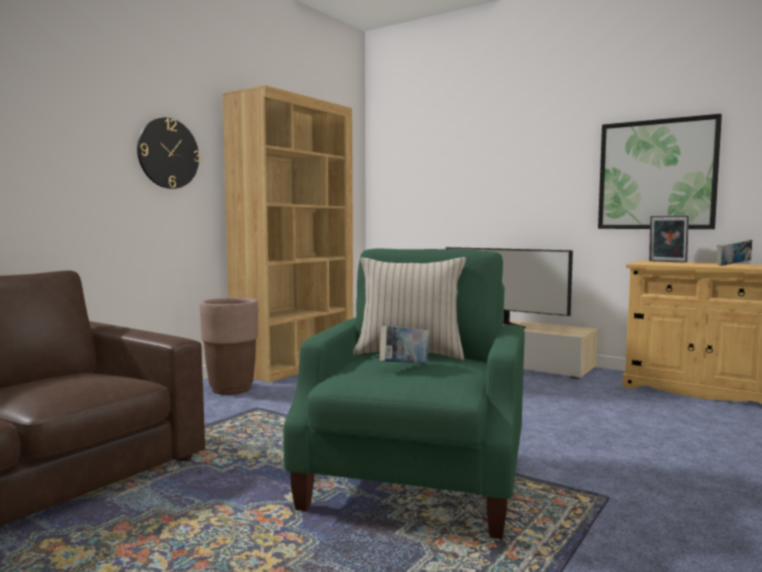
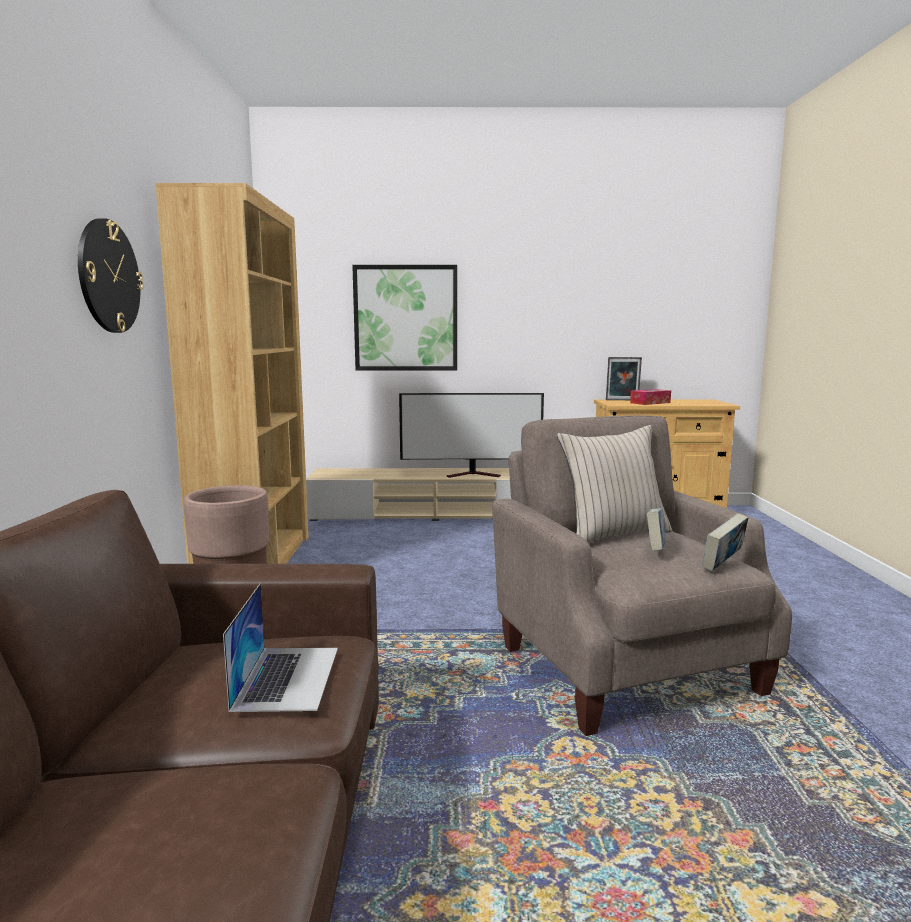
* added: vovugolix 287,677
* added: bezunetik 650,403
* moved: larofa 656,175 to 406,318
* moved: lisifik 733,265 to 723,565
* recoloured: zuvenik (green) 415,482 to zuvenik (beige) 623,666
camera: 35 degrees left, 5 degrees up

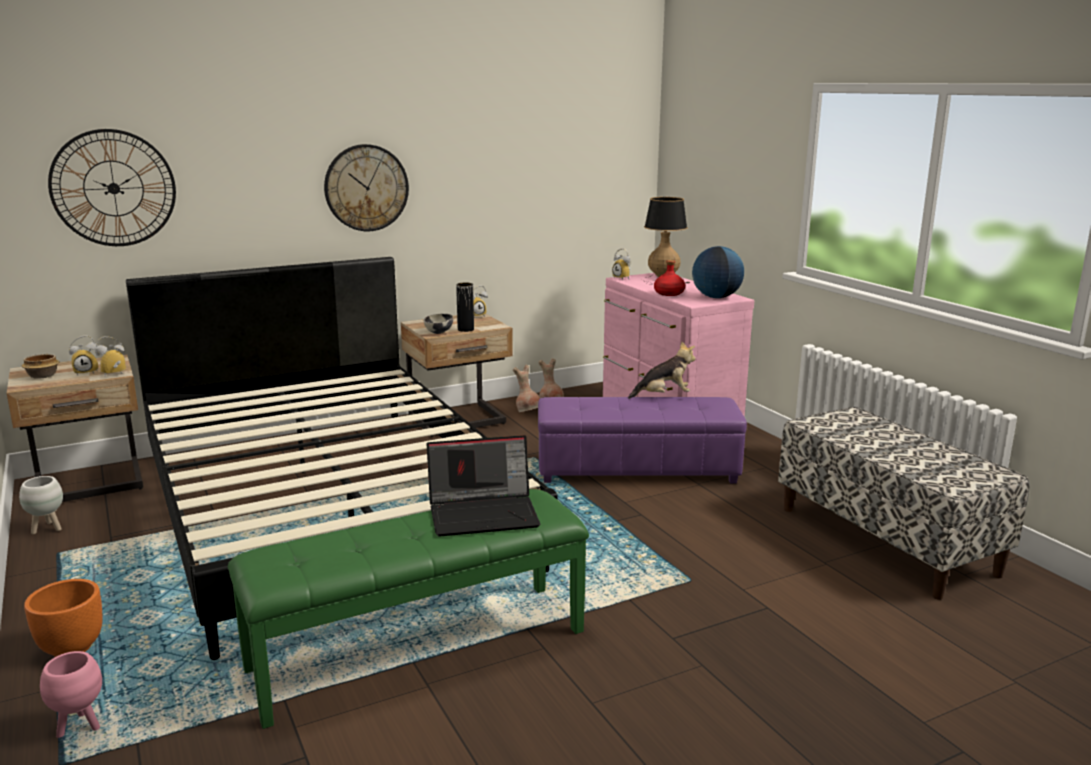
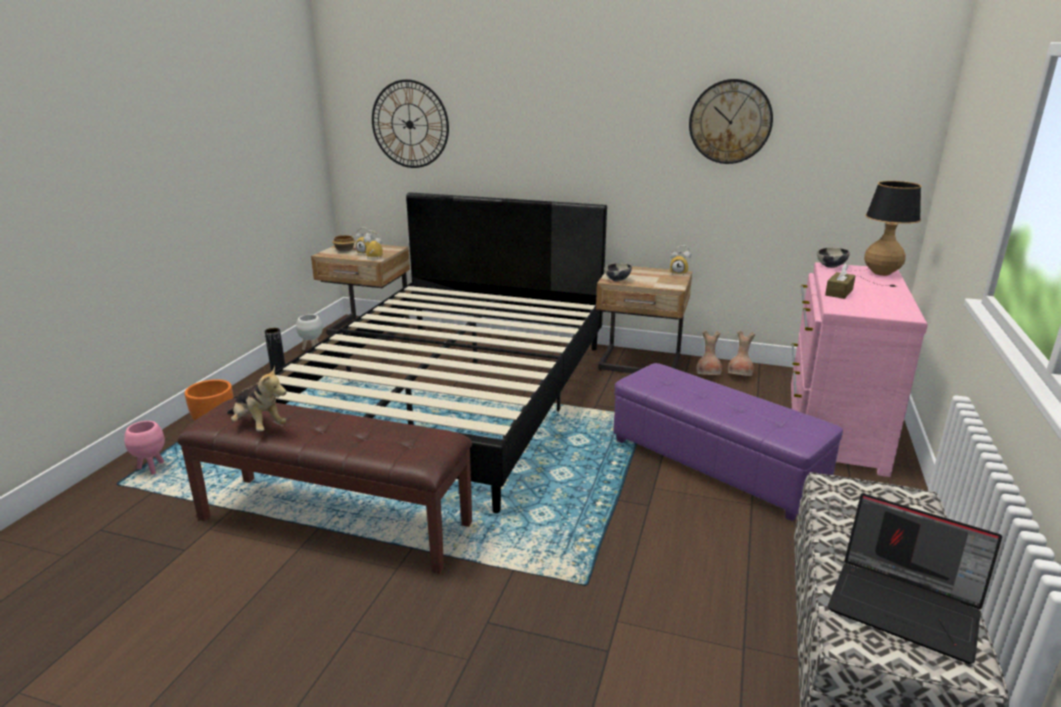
* removed: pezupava 716,297
* moved: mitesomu 366,188 to 730,122
* moved: vovugolix 484,513 to 907,605
* moved: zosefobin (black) 465,329 to 278,368
* moved: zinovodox 663,396 to 258,426
* replaced: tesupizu 623,278 to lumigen 831,266
* replaced: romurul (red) 668,293 to bezunetik (brown) 839,292
* recoloured: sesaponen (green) 419,648 to sesaponen (brown) 336,520
camera: 45 degrees right, 5 degrees up

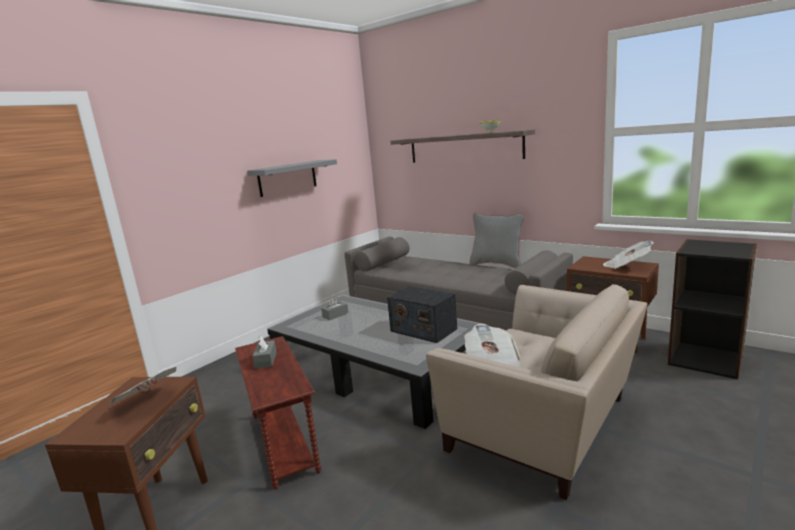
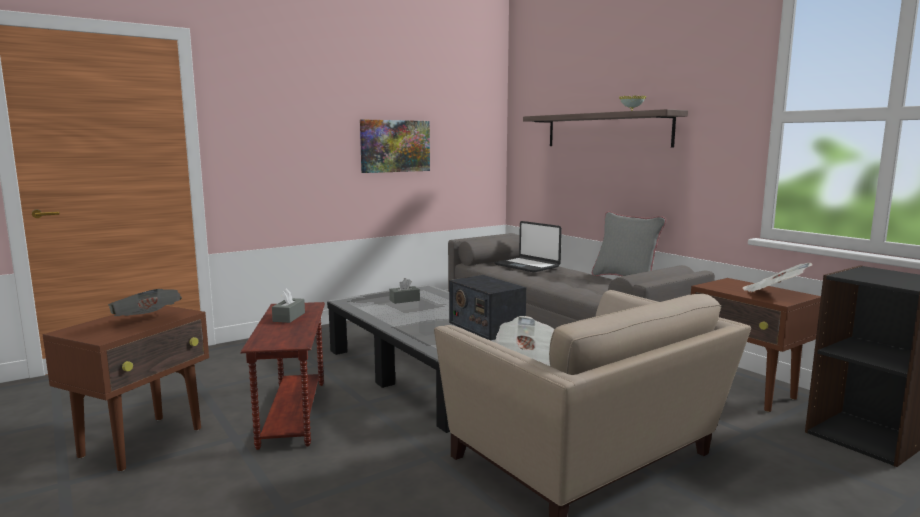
* added: vovugolix 527,266
* replaced: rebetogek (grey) 287,178 to larofa 395,146
camera: 15 degrees right, 5 degrees down

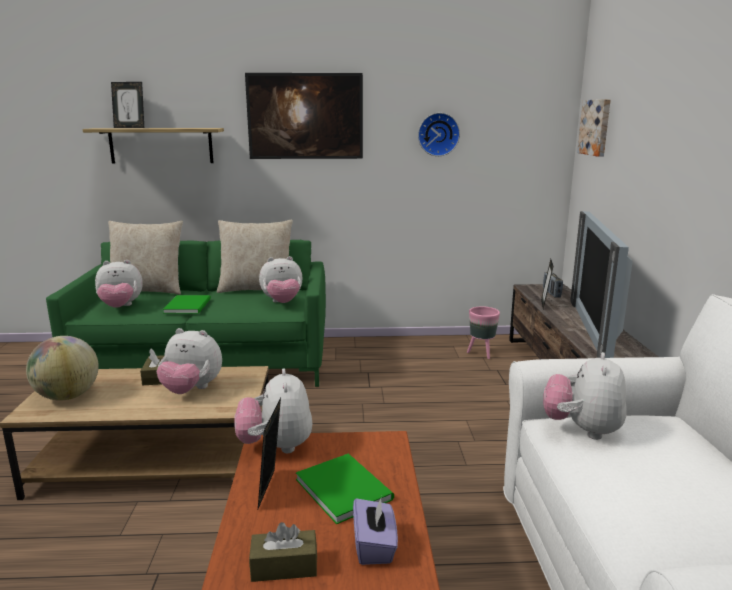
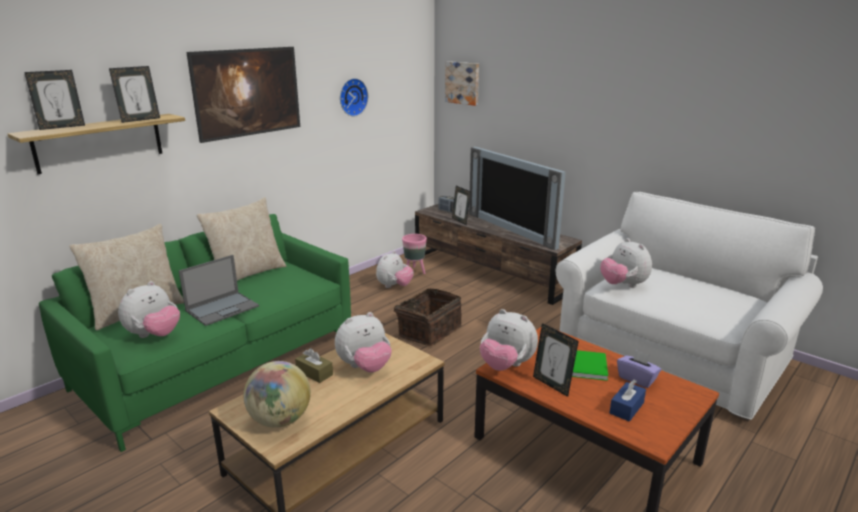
* added: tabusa 140,120
* added: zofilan 428,331
* moved: zinovodox 282,303 to 394,286
* replaced: lisifik (green) 189,305 to vovugolix 223,308
* recoloured: bezunetik (brown) 284,566 to bezunetik (blue) 626,408
camera: 45 degrees left, 5 degrees up

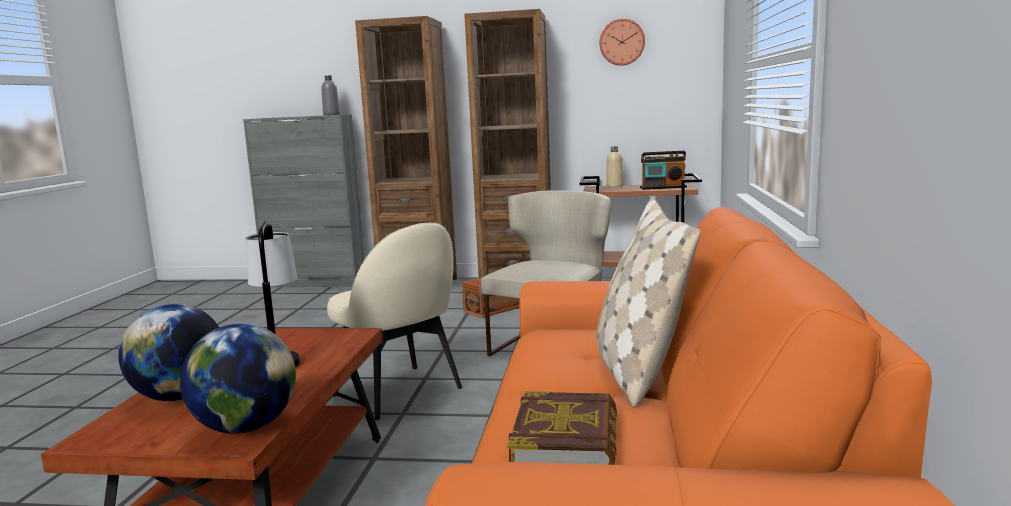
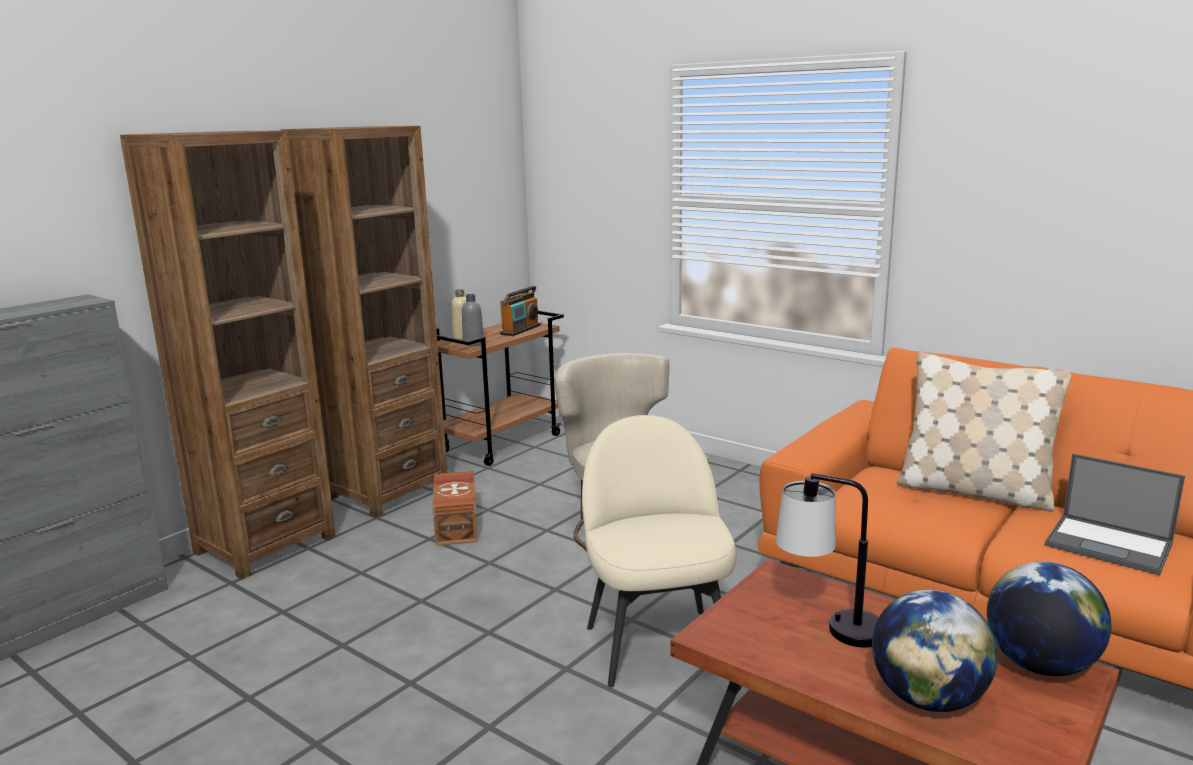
* removed: mitesomu 622,42
* moved: romurul (grey) 331,115 to 473,343
* replaced: lisifik 566,442 to vovugolix 1110,545
* turned: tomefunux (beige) 400,393 = 657,644 90 degrees counterclockwise
camera: 60 degrees left, 5 degrees up

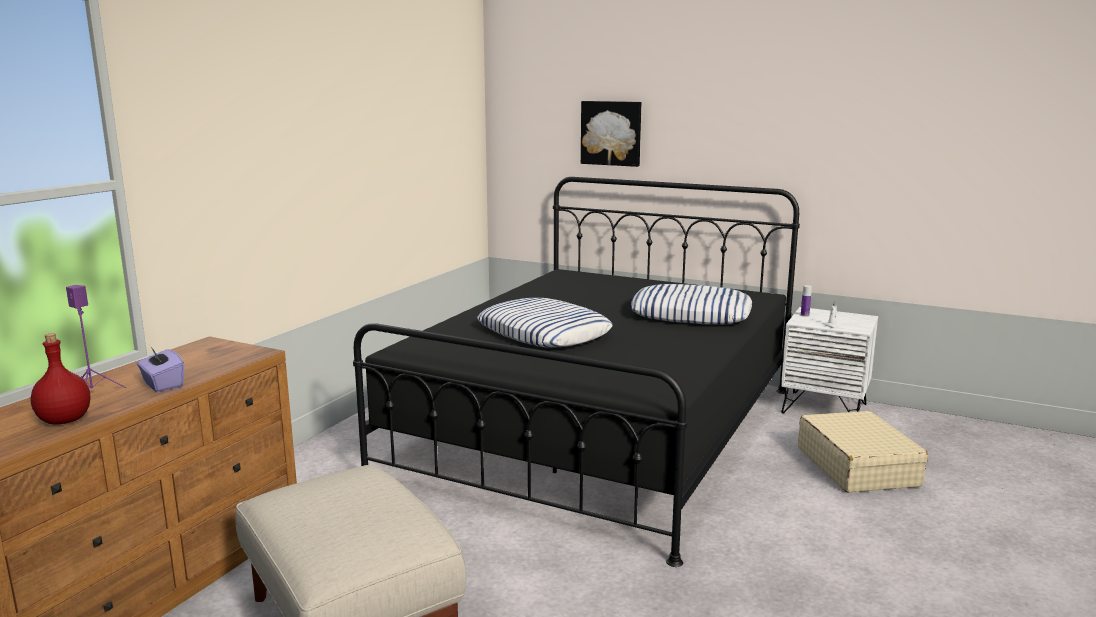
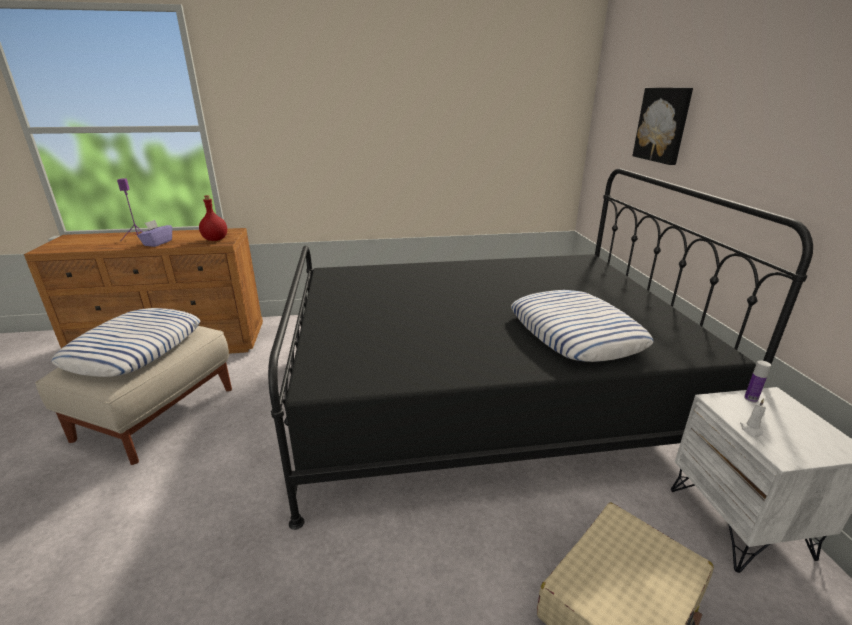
* moved: romurul (red) 65,420 to 216,239
* moved: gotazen 544,333 to 135,349
camera: 55 degrees right, 10 degrees up

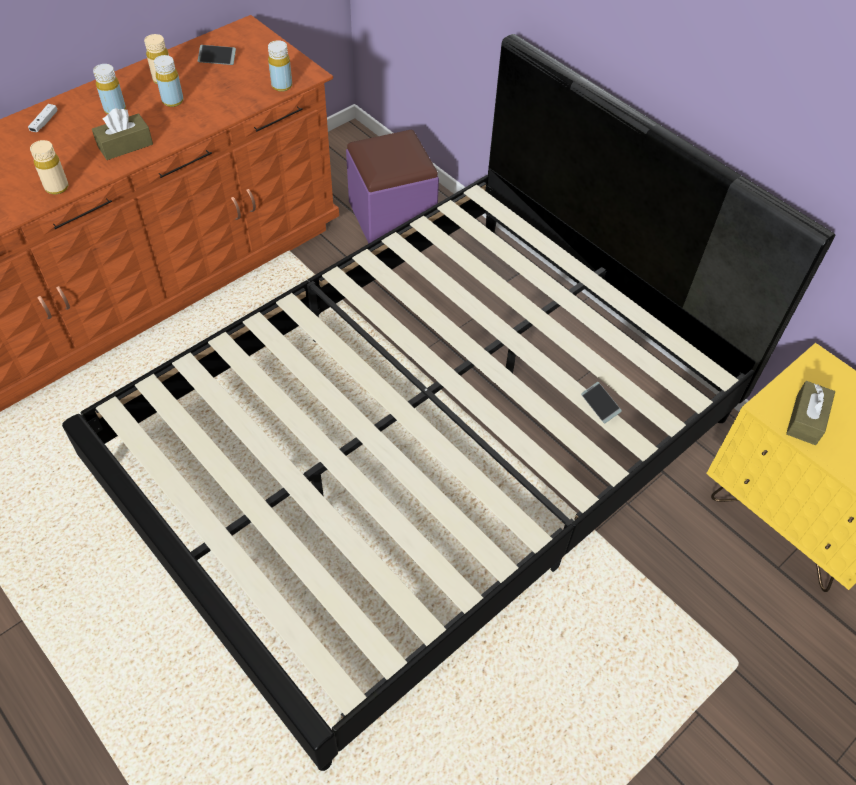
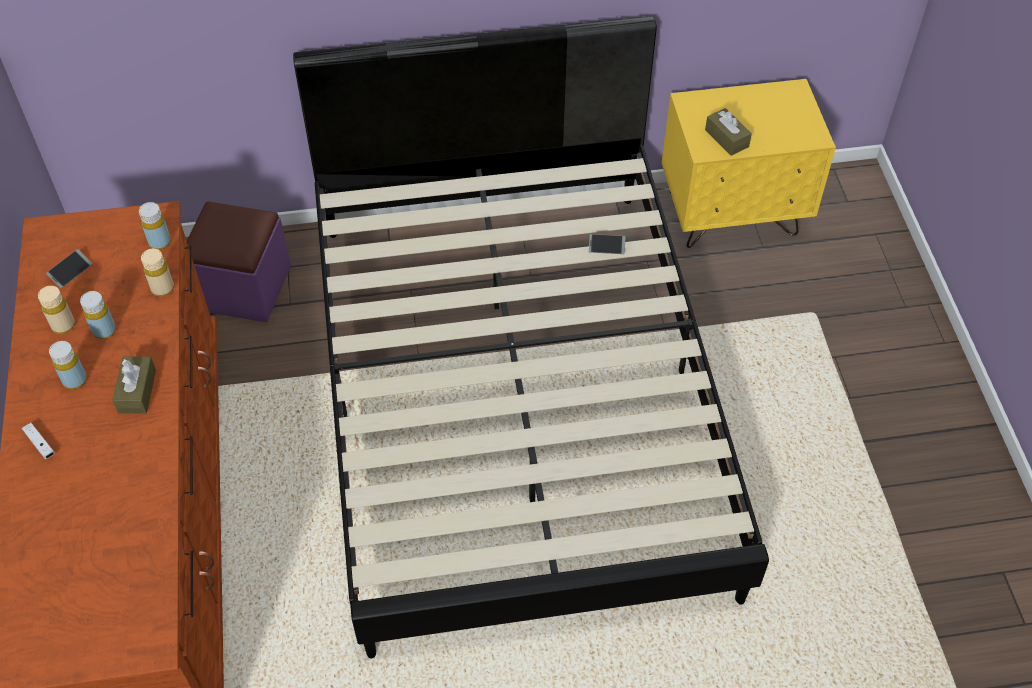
* moved: romurul (beige) 57,187 to 162,288
camera: 55 degrees left, 0 degrees up

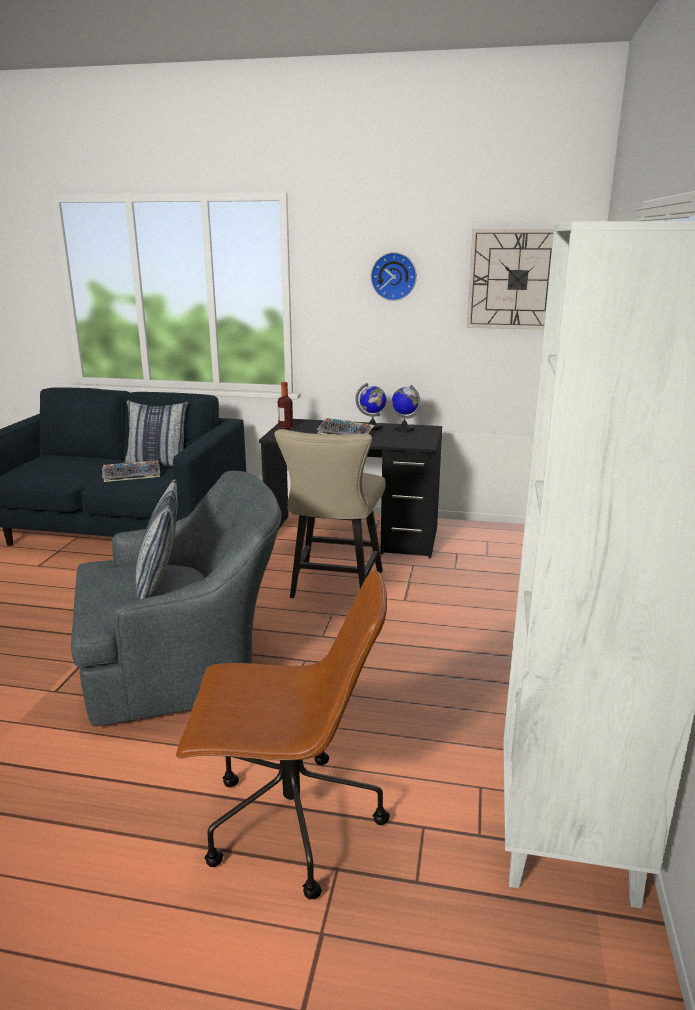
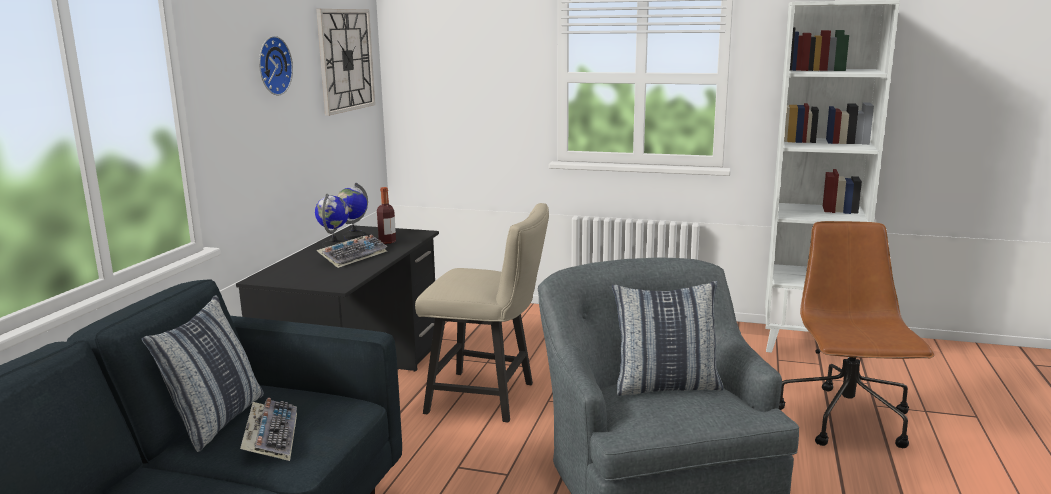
* moved: romurul 285,427 to 387,242
camera: 85 degrees left, 5 degrees down

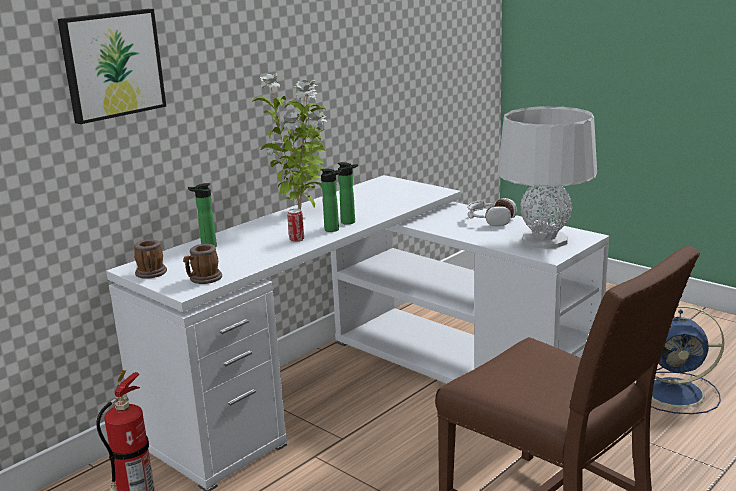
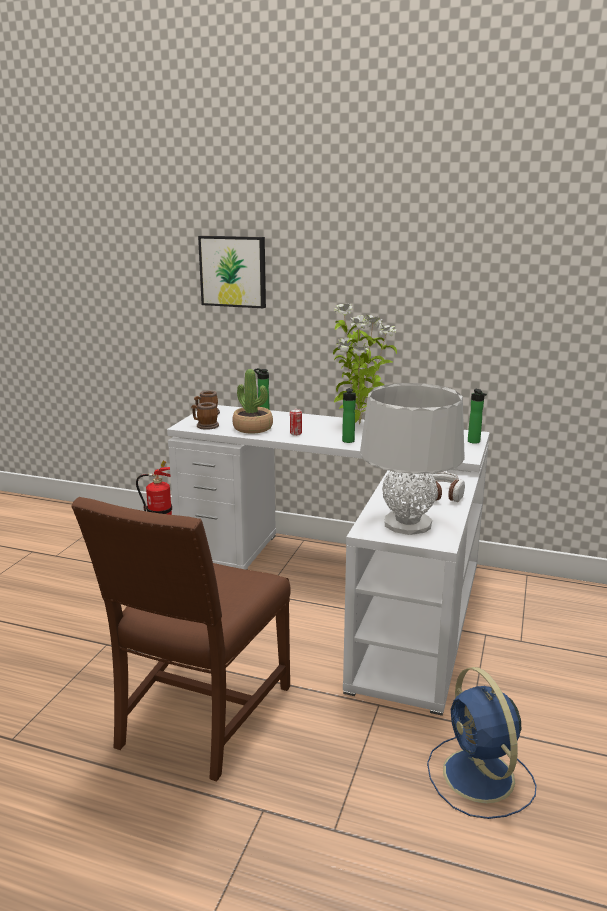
* added: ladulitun 253,428
* moved: romurul 334,229 to 474,442
camera: 65 degrees right, 0 degrees up

